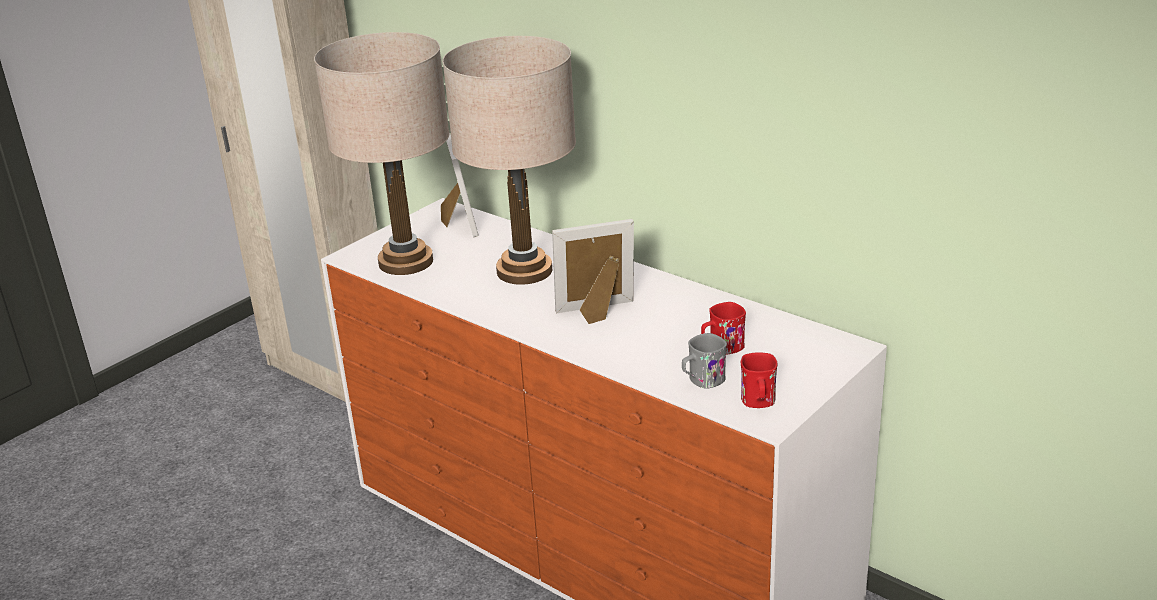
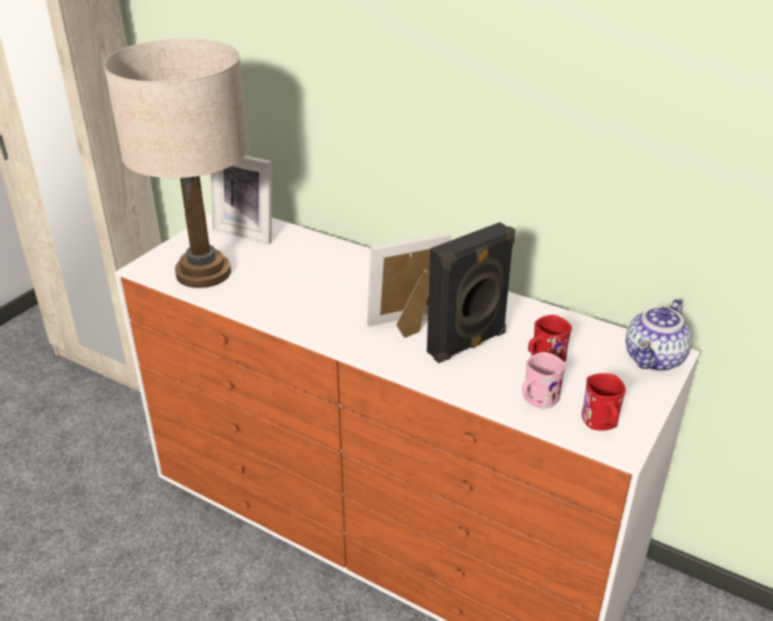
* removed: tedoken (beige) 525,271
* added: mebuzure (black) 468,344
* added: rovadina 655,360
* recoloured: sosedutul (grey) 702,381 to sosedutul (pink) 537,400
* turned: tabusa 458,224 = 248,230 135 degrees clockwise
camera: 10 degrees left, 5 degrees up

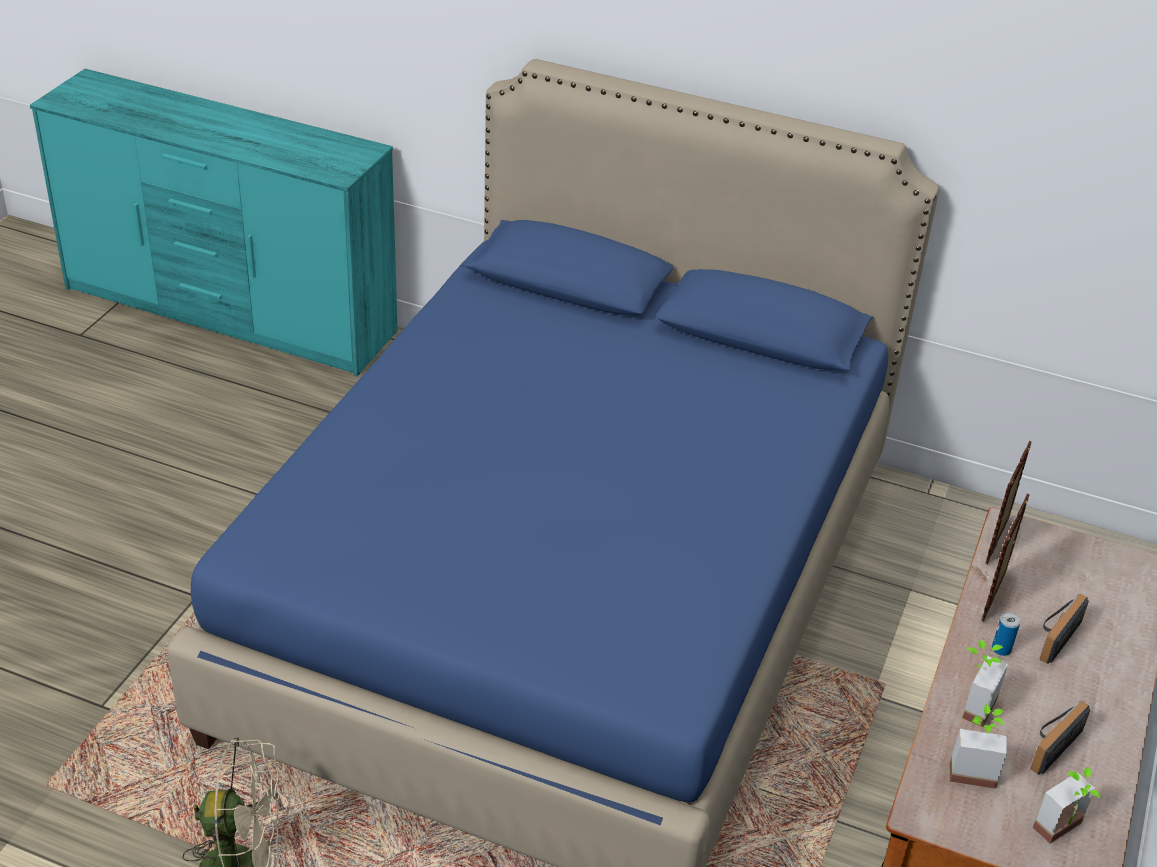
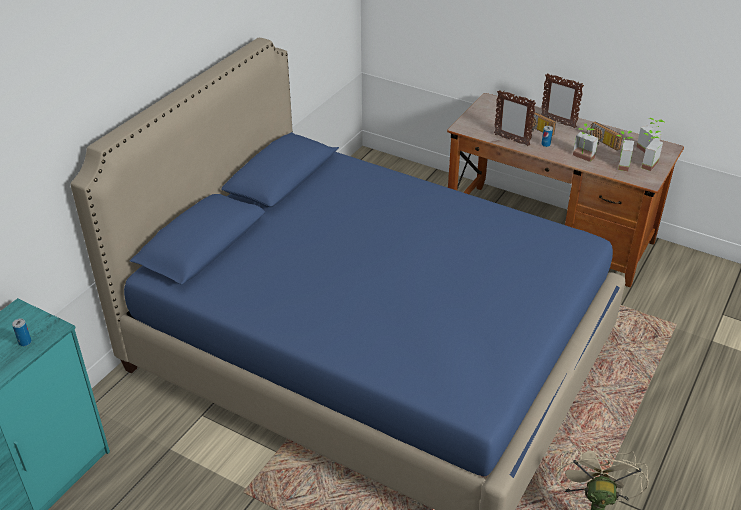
* added: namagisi 25,342
* added: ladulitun 645,163
* moved: tabusa 998,541 to 557,122
camera: 80 degrees left, 0 degrees up

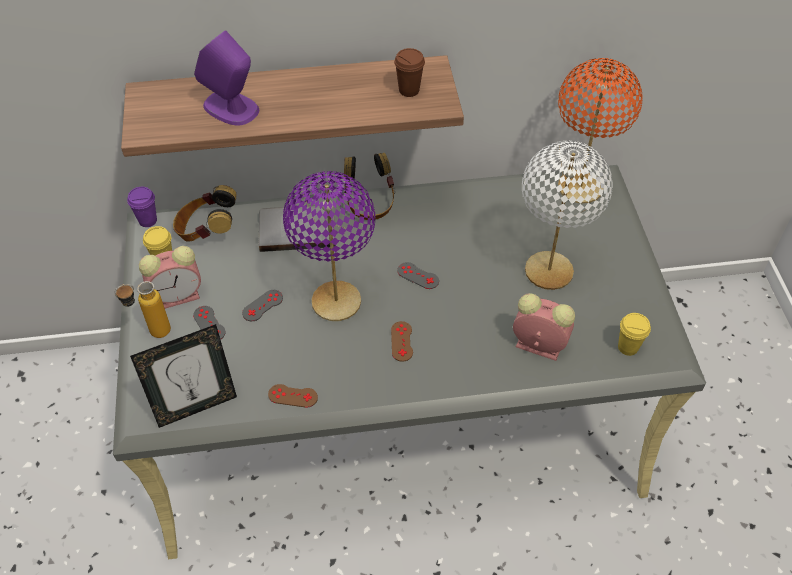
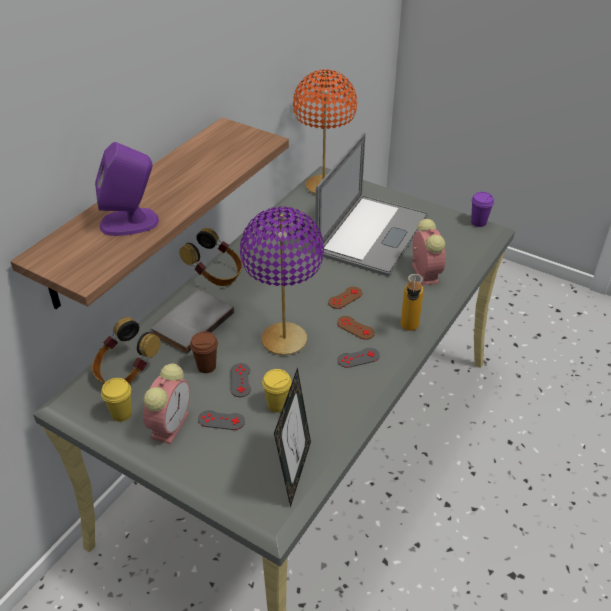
* moved: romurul 152,334 to 408,330
* moved: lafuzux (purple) 148,220 to 478,222
* moved: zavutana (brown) 293,396 to 345,298
* moved: lafuzux (brown) 409,90 to 206,366
* moved: zavutana (grey) 418,276 to 358,358
* moved: lafuzux (yellow) 628,347 to 277,405
* replaced: tedoken (white) 549,271 to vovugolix 372,234
* turned: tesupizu 536,345 = 424,272 105 degrees clockwise
camera: 50 degrees left, 10 degrees down

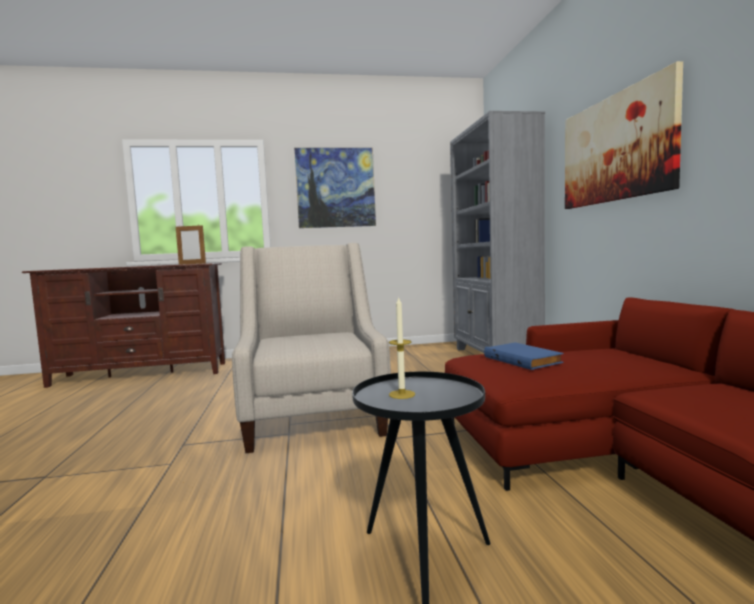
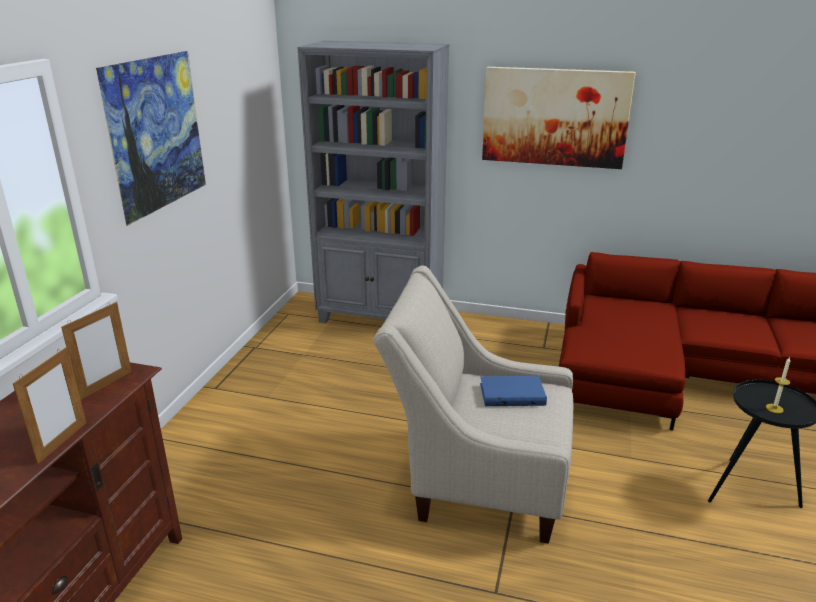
* added: tabusa 62,442
* moved: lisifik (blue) 524,359 to 512,393
camera: 65 degrees left, 20 degrees up

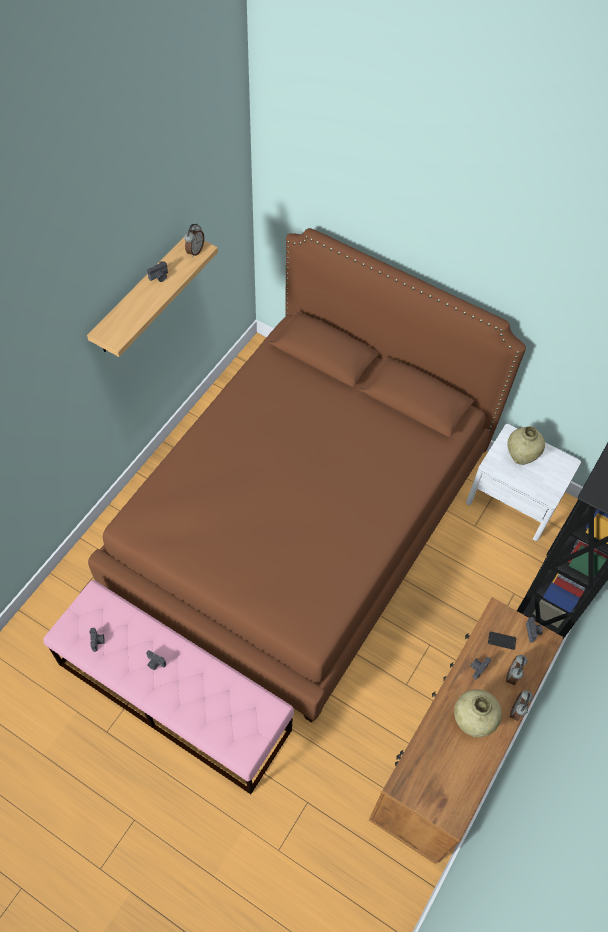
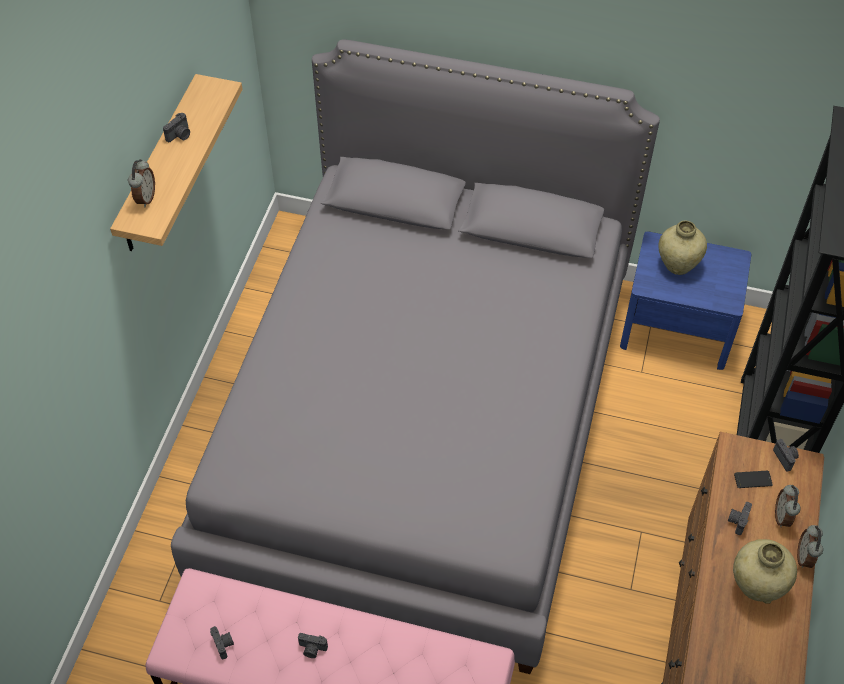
* moved: tesupizu 195,251 to 145,198
* recoloured: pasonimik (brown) 302,519 to pasonimik (grey) 422,425
* recoloured: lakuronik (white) 514,499 to lakuronik (blue) 677,327
camera: 15 degrees left, 5 degrees down

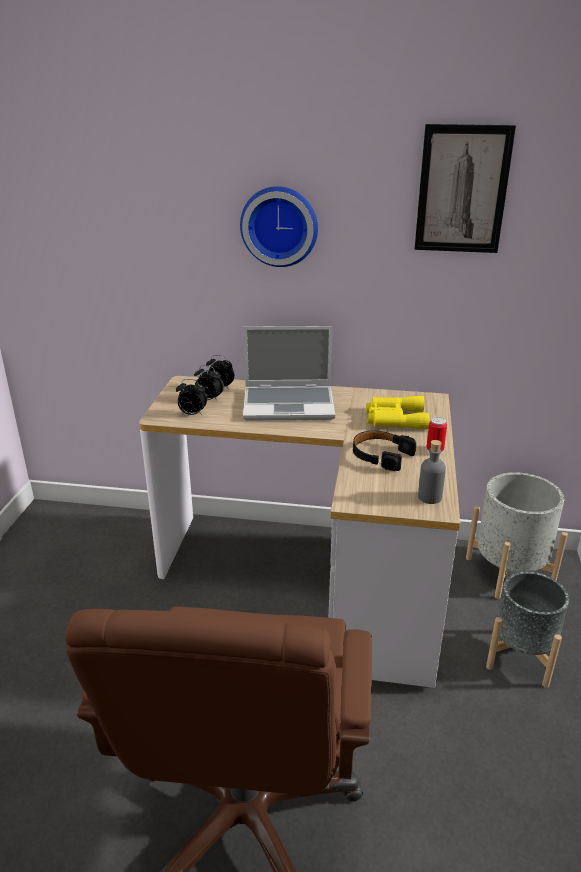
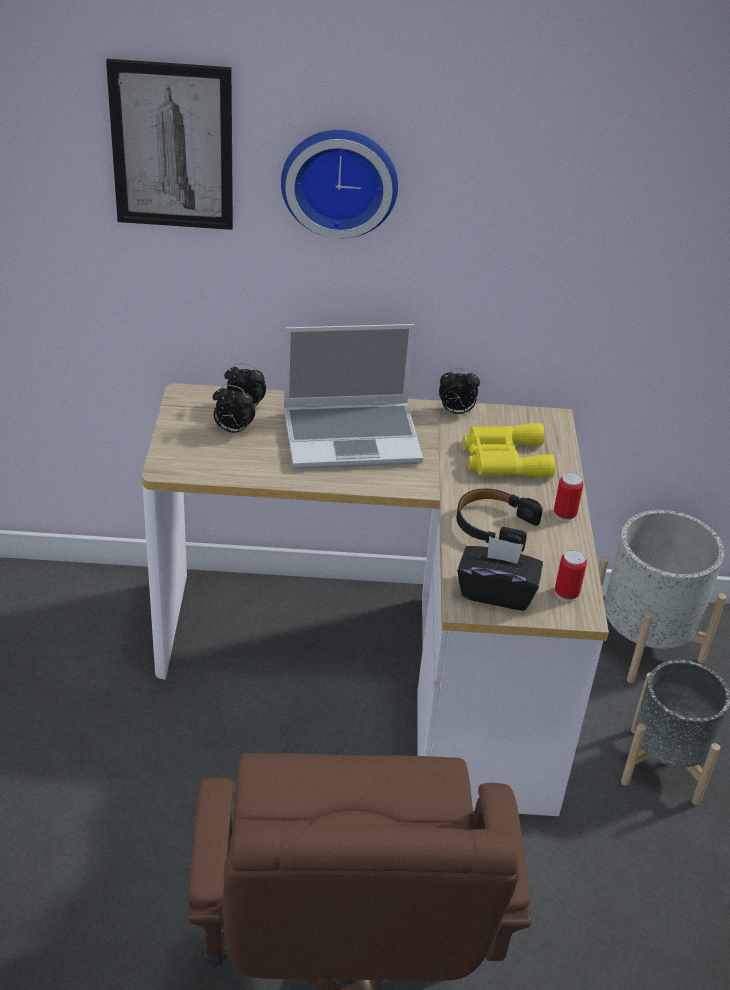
* added: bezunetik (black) 496,592
* moved: tesupizu 192,414 to 456,412
* moved: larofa 462,190 to 172,146
* replaced: romurul (grey) 429,497 to namagisi 566,593
camera: 10 degrees left, 10 degrees up

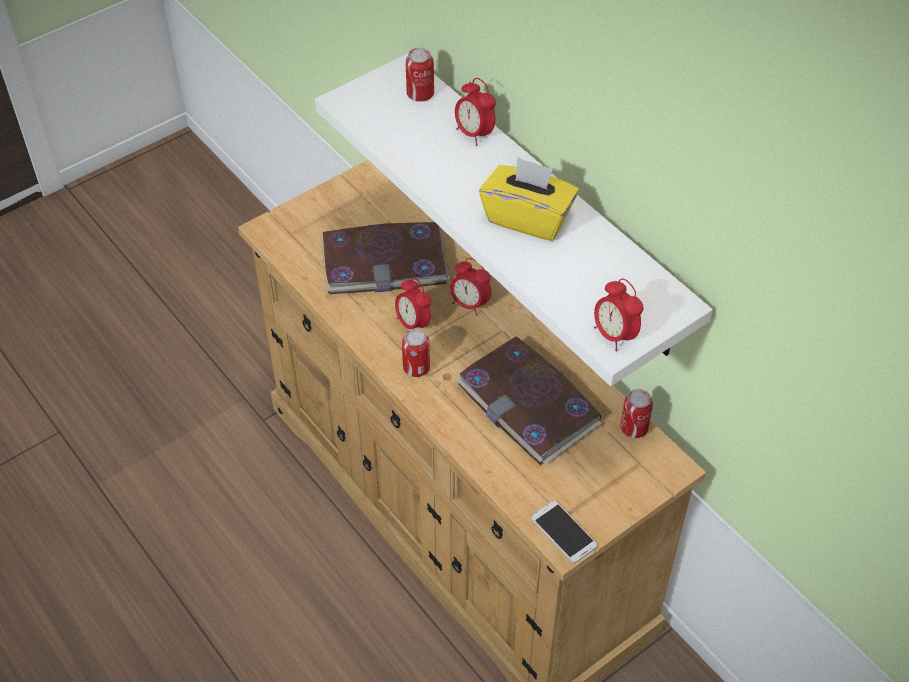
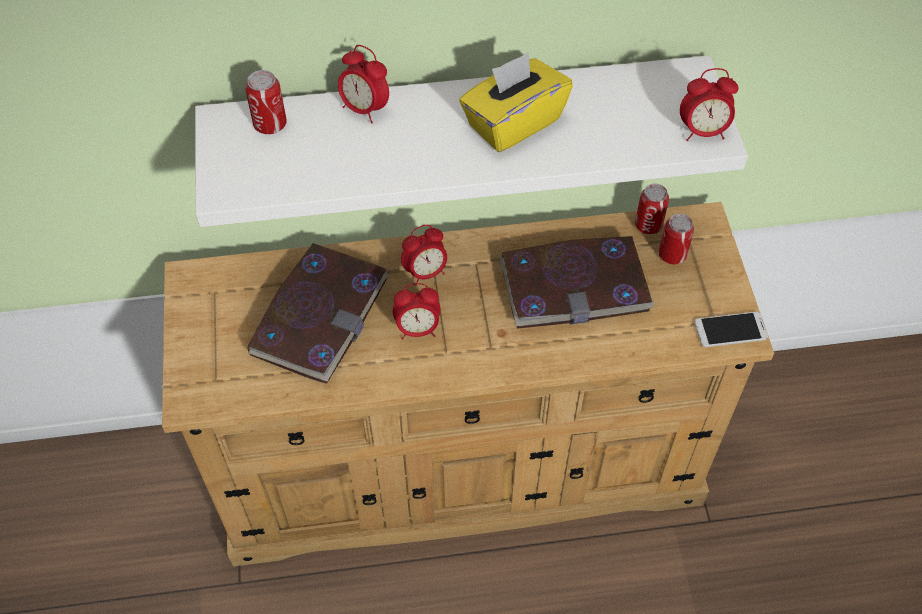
* moved: namagisi 416,368 to 672,255
* turned: tesupizu 474,134 = 365,109 45 degrees clockwise
camera: 60 degrees left, 5 degrees up

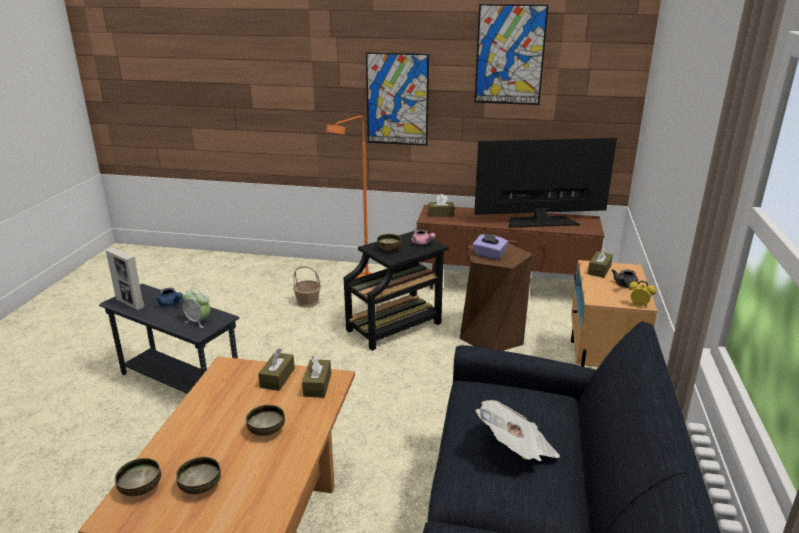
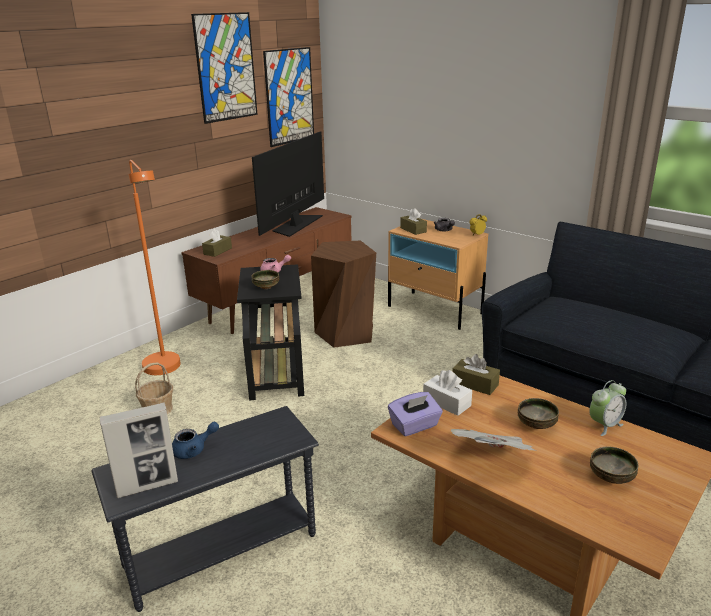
* removed: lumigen 141,488
* moved: tesupizu 198,321 to 604,425
* moved: larofa 397,99 to 289,96
* moved: bezunetik (purple) 489,255 to 415,426
* moved: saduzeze 516,449 to 493,457
* recoloured: bezunetik (brown) 277,378 to bezunetik (white) 446,402
camera: 60 degrees left, 0 degrees up

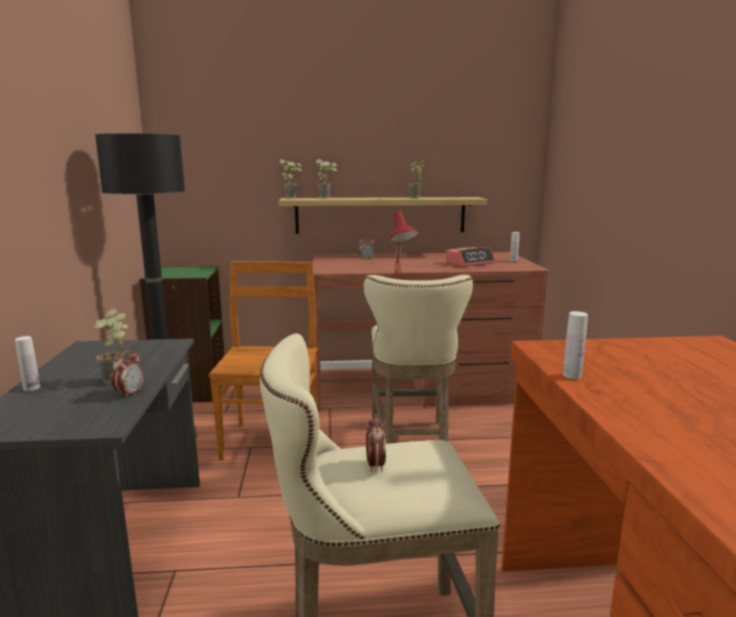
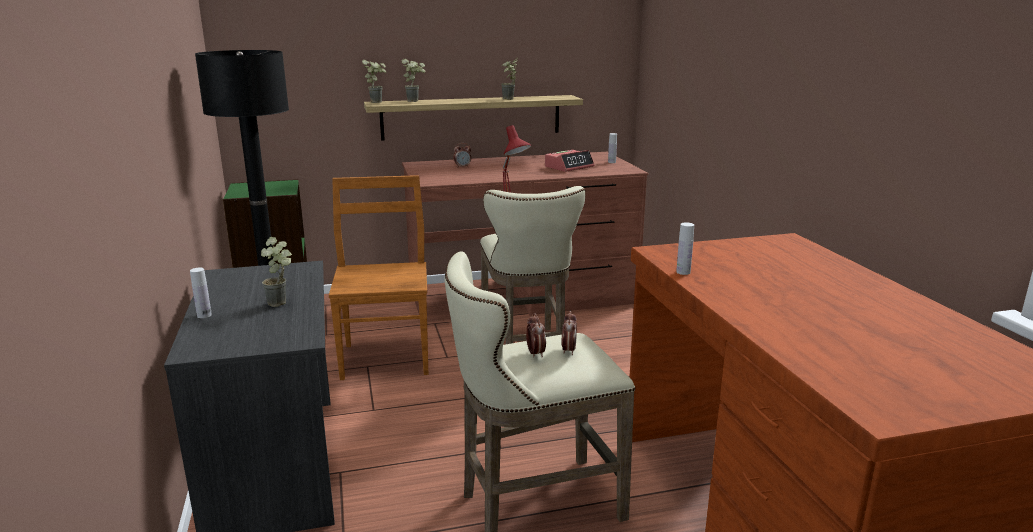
* moved: tesupizu 130,393 to 568,350
camera: 10 degrees left, 5 degrees up

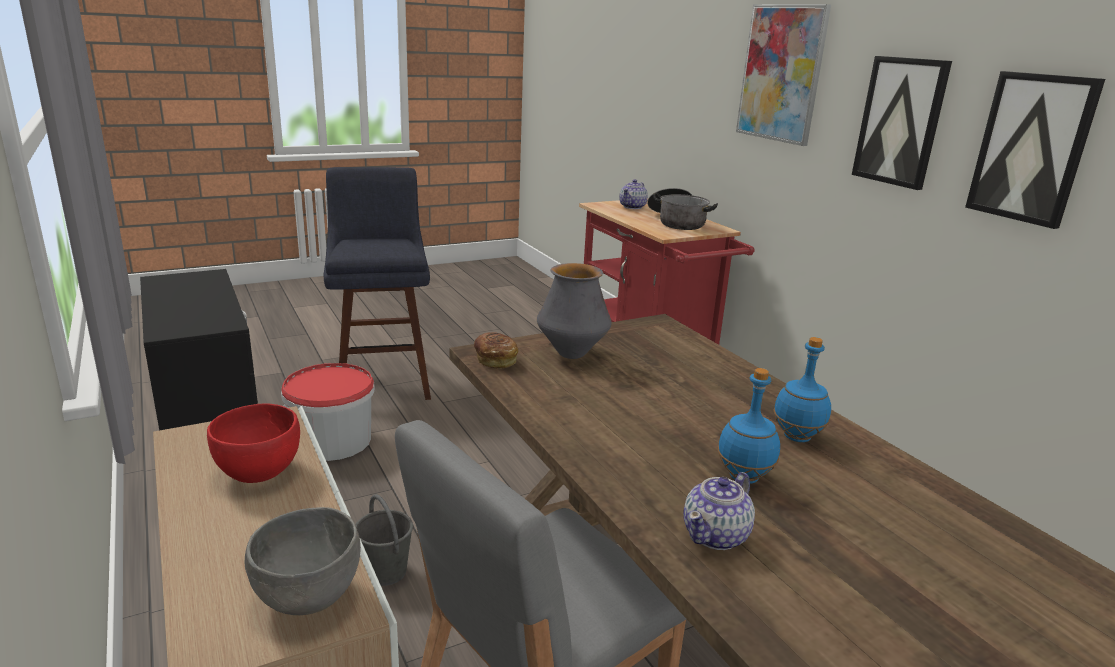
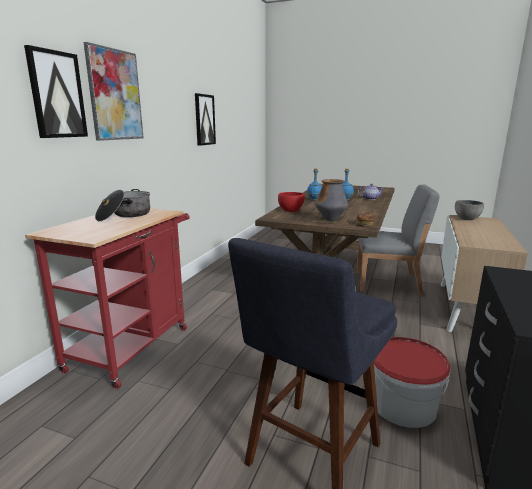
* removed: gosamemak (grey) 385,571
* removed: rovadina 633,207
* moved: lumigen (red) 259,473 to 291,211
* moved: larofa 900,121 to 57,95
camera: 130 degrees left, 5 degrees down

